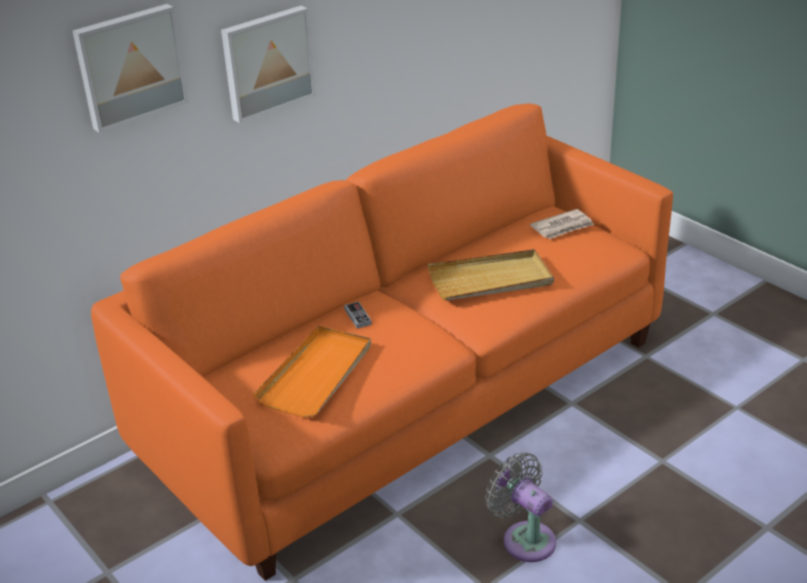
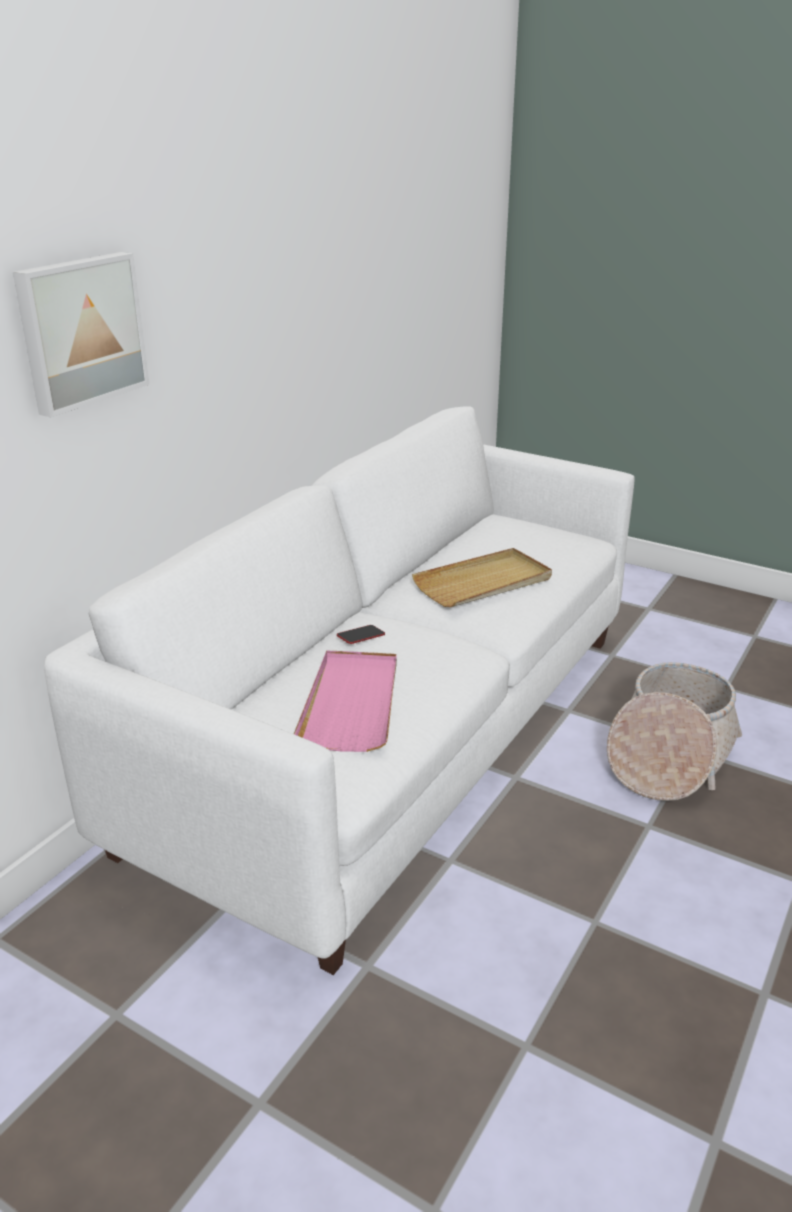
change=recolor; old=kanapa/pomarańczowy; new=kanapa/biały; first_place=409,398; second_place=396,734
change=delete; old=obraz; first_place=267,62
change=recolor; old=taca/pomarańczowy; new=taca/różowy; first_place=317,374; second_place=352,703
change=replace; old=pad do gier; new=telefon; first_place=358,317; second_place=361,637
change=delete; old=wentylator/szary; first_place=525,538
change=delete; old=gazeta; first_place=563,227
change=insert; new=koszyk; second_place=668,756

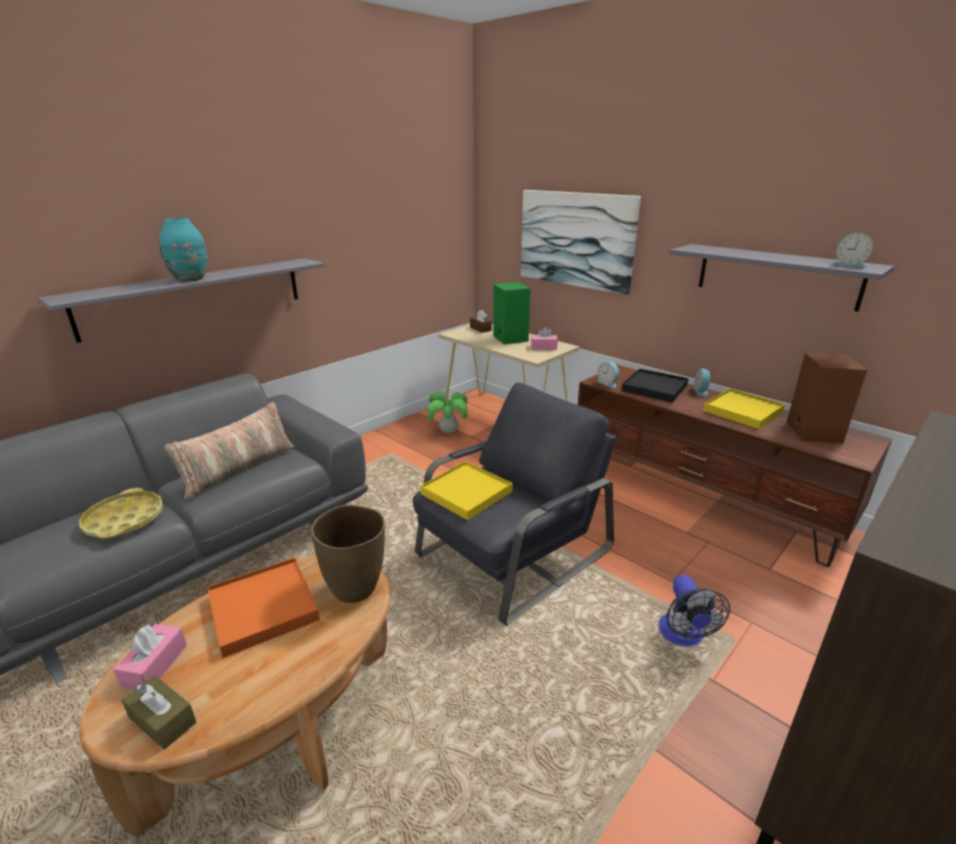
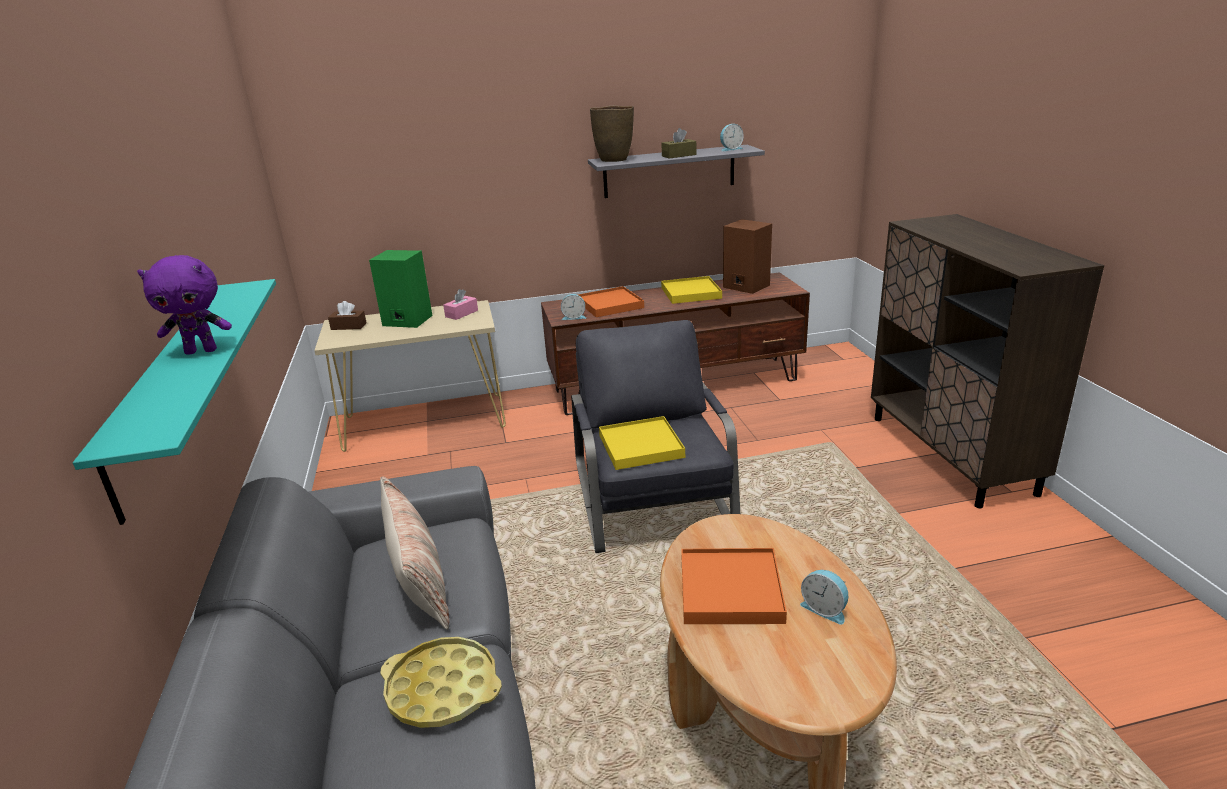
change=recolor; old=półka/szary; new=półka/turkusowy; first_place=195,296; second_place=172,386
change=delete; old=pudełko chusteczek/różowy; first_place=155,665
change=move; old=pudełko chusteczek/brązowy; first_place=162,720; second_place=679,155
change=replace; old=wazon/turkusowy; new=pluszak/fioletowy; first_place=191,279; second_place=202,351
change=move; old=wazon/brązowy; first_place=356,588; second_place=614,160
change=delete; old=roślina doniczkowa; first_place=449,431
change=delete; old=obraz; first_place=576,239
change=recolor; old=taca/czarny; new=taca/pomarańczowy; first_place=654,388; second_place=610,305
change=delete; old=wentylator; first_place=683,637
change=move; old=budzik; first_place=701,391; second_place=825,609

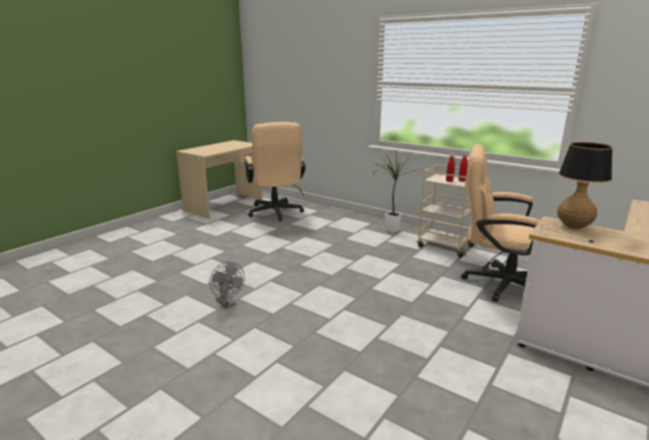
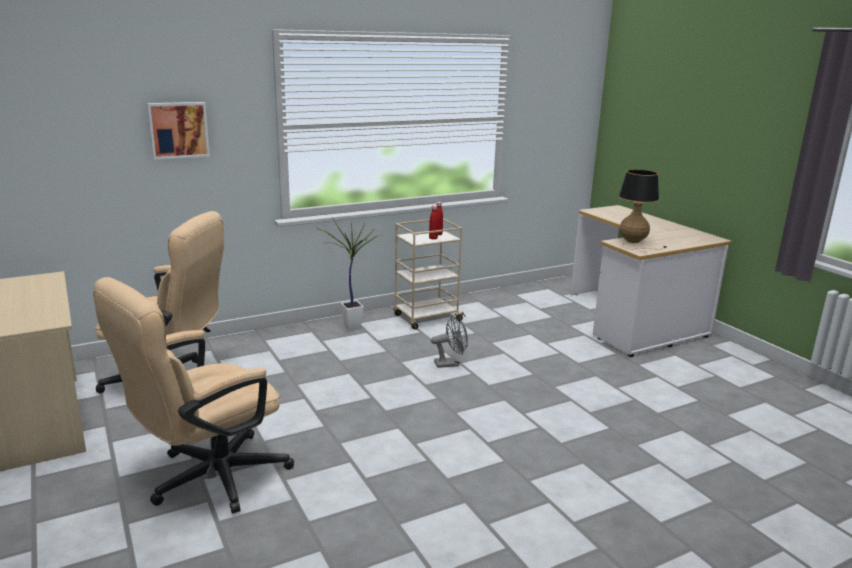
change=move; old=wentylator/szary; first_place=228,303; second_place=450,364
change=move; old=krzesło biurowe/beżowy; first_place=497,283; second_place=207,480
change=insert; new=obraz; second_place=178,130

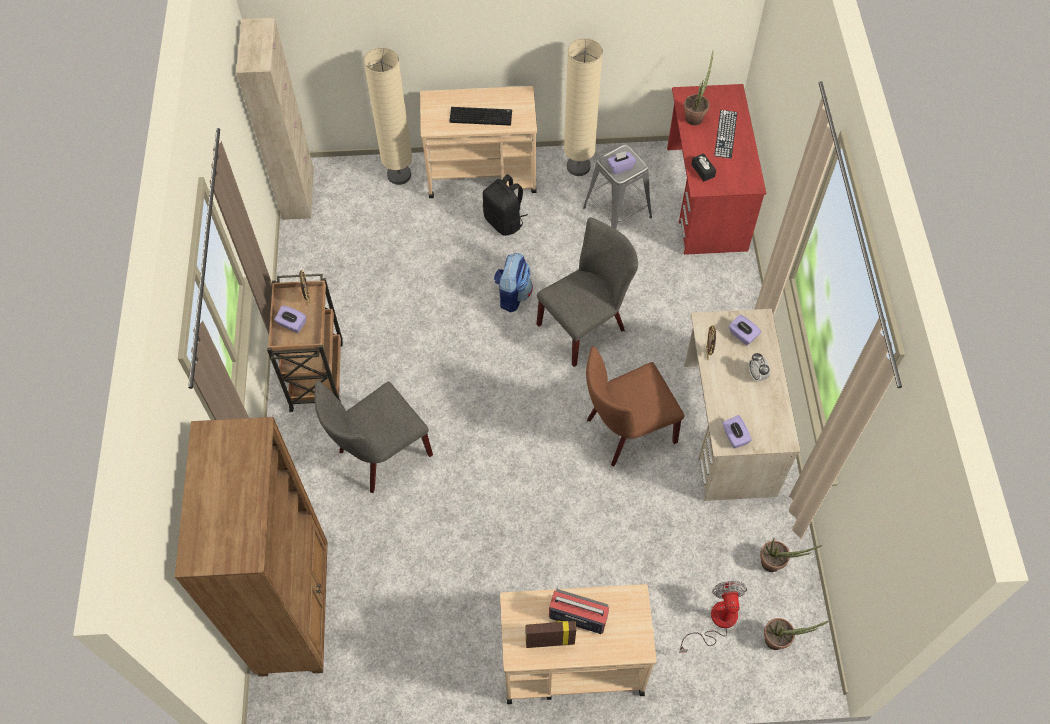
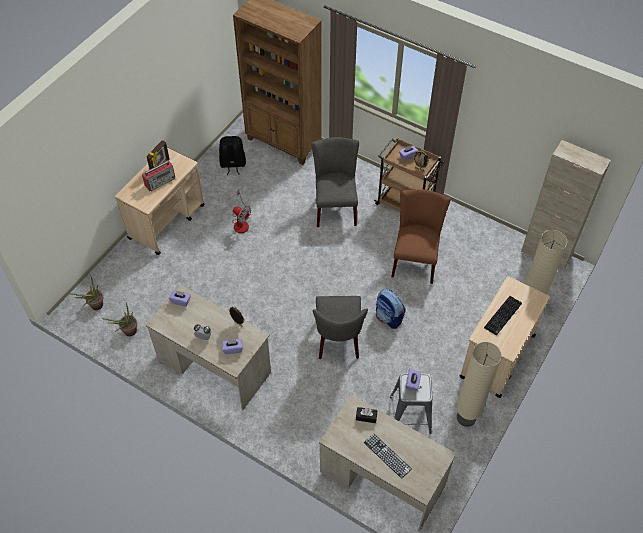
change=move; old=plecak/czarny; first_place=504,221; second_place=232,165
change=move; old=krzesło/brązowy; first_place=625,431; second_place=415,259
change=recolor; old=biurko/czerwony; new=biurko/beżowy; first_place=705,199; second_place=381,478
change=move; old=wentylator; first_place=716,621; second_place=241,222
change=delete; old=roślina doniczkowa; first_place=695,116

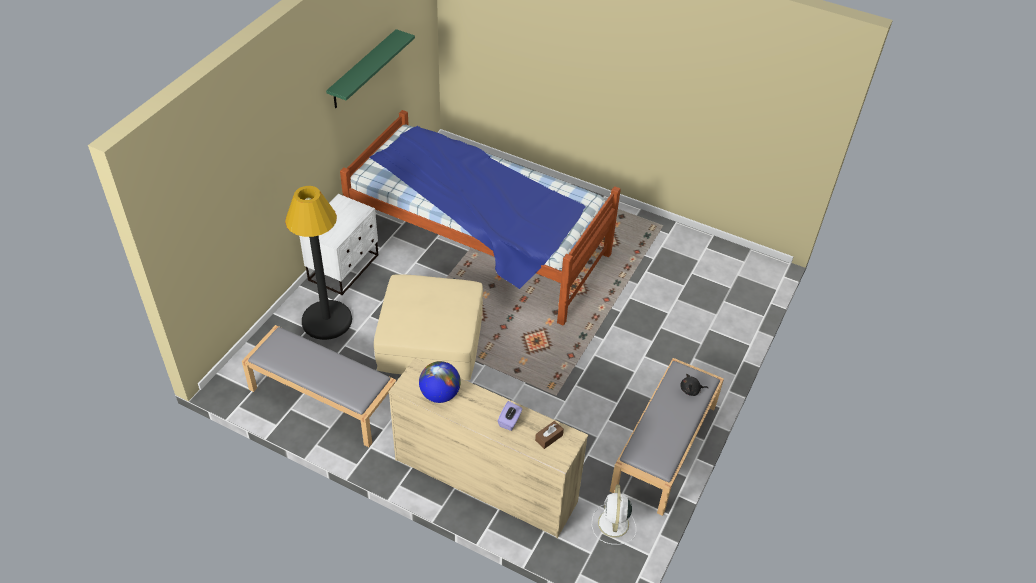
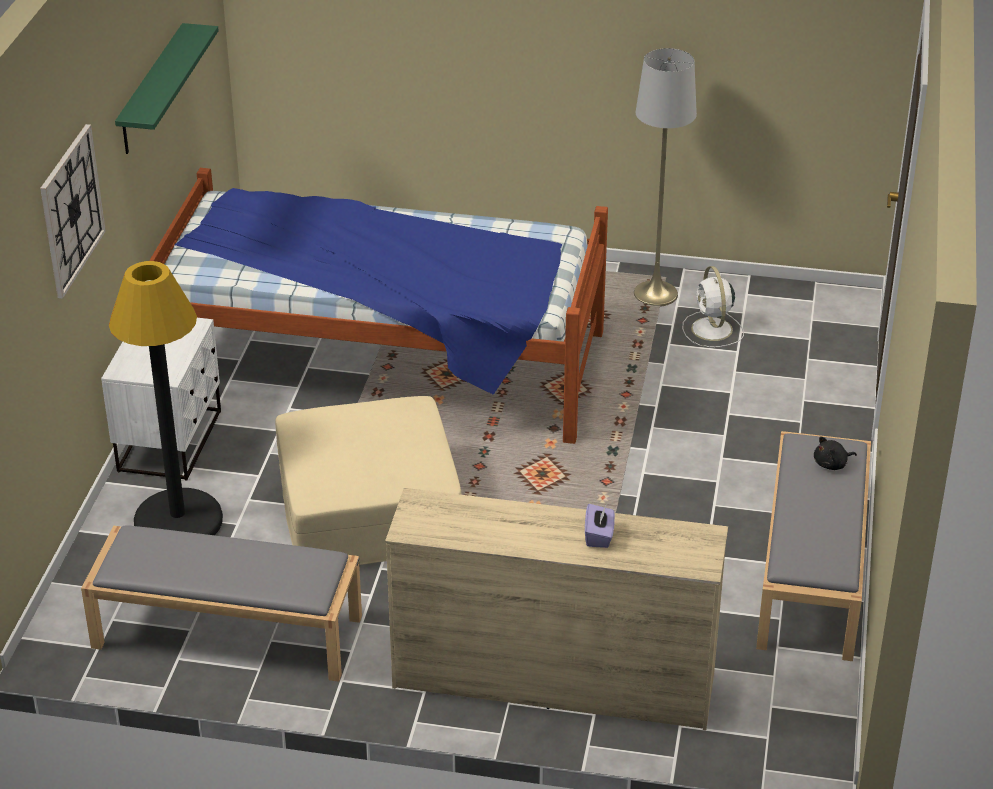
change=delete; old=globus; first_place=440,394
change=delete; old=pudełko chusteczek/brązowy; first_place=549,438
change=move; old=wentylator/biały; first_place=613,525; second_place=712,330
change=insert; new=zegar ścienny; second_place=71,210
change=insert; new=lampa stojąca/szary; second_place=655,294

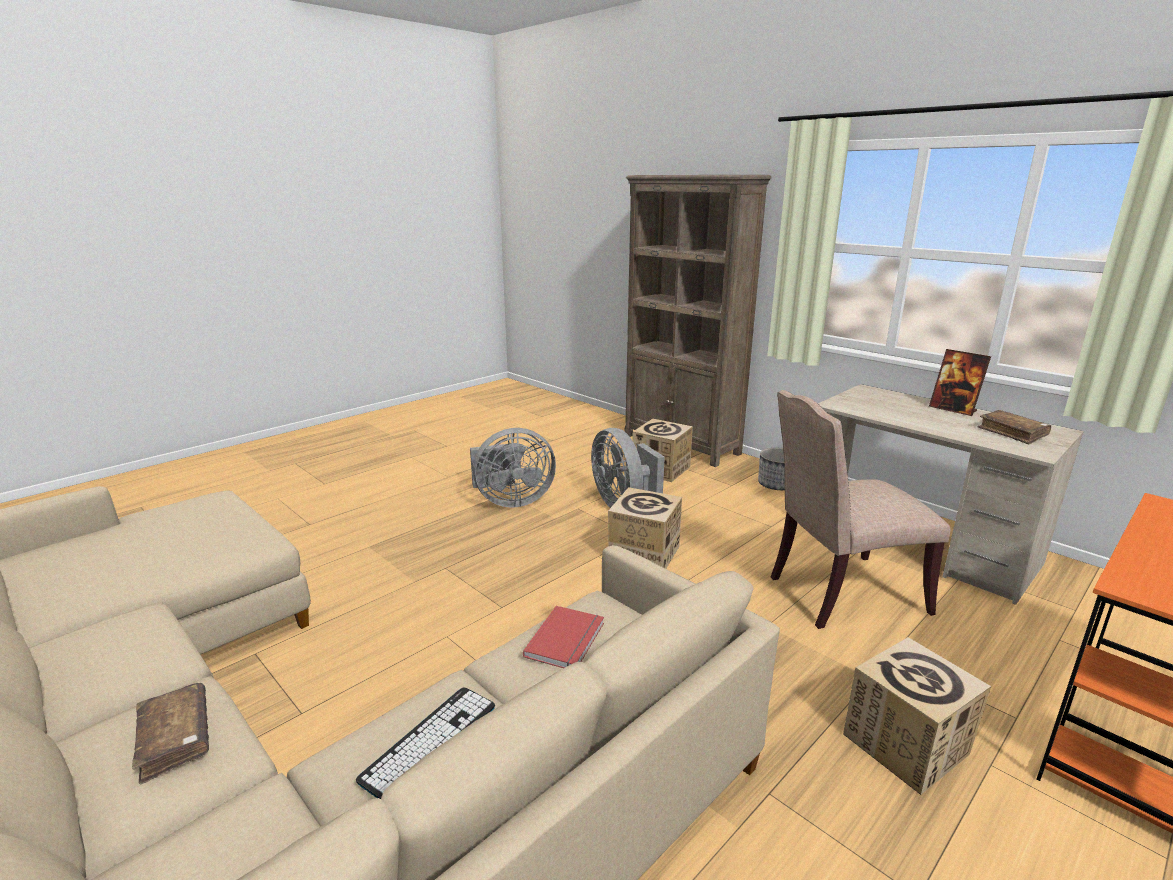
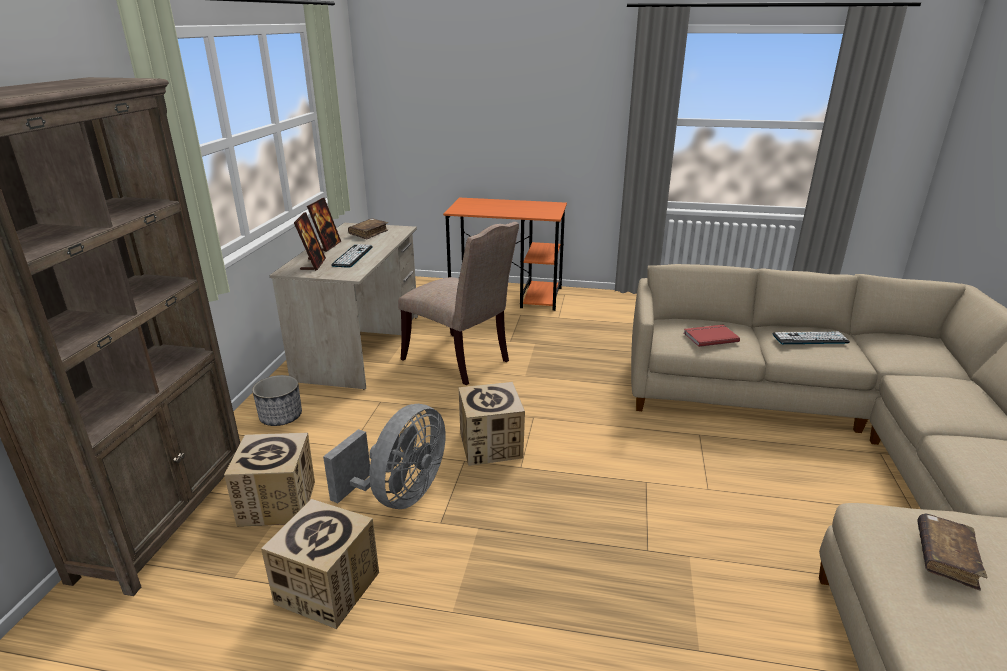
change=move; old=książka/brązowy; first_place=175,739; second_place=945,557
change=delete; old=wentylator/szary; first_place=511,501
change=move; old=karton; first_place=906,744; second_place=327,588
change=insert; new=ramka na zdjęcie; second_place=313,264
change=insert; new=klawiatura; second_place=352,256

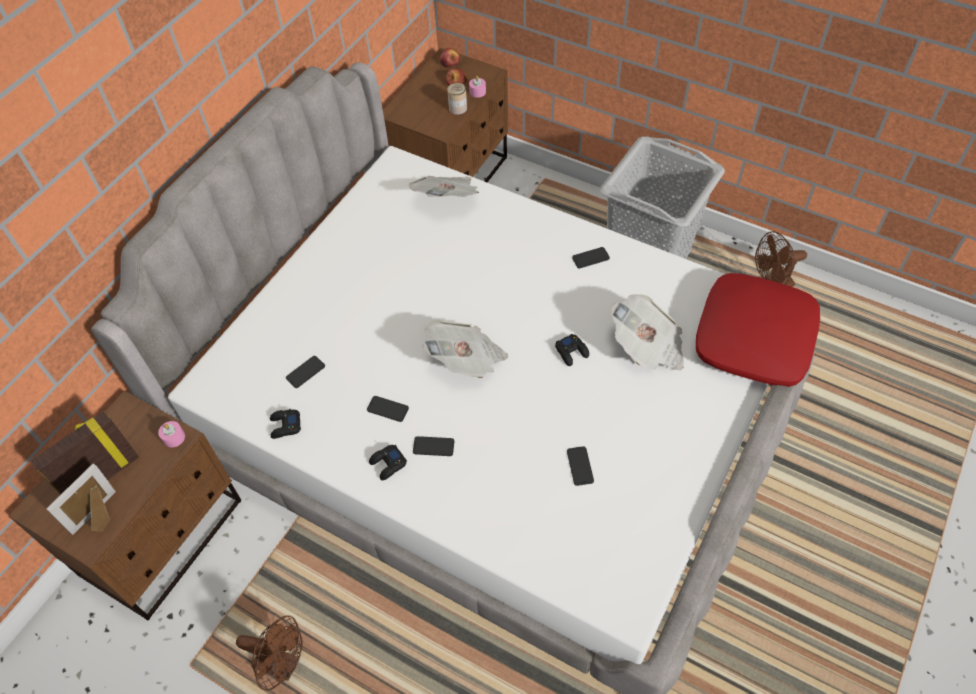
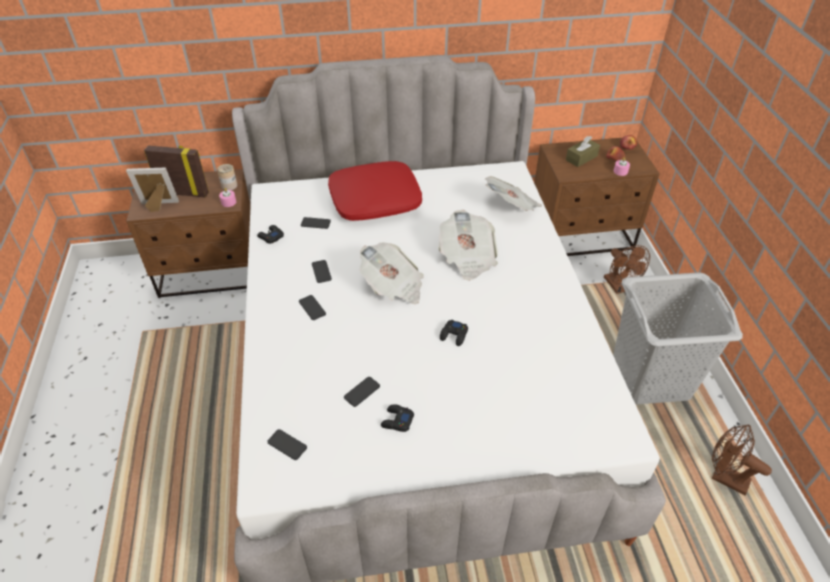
change=move; old=wentylator/brązowy; first_place=282,664; second_place=619,287
change=move; old=pad do gier/czarny; first_place=388,464; second_place=397,421
change=move; old=puszka; first_place=458,108; second_place=229,185
change=move; old=telefon; first_place=590,258; second_place=287,445
change=move; old=gazeta; first_place=647,347; second_place=467,258
change=move; old=poduszka/czerwony; first_place=753,338; second_place=375,200
change=insert; new=pudełko chusteczek/brązowy; second_place=581,158

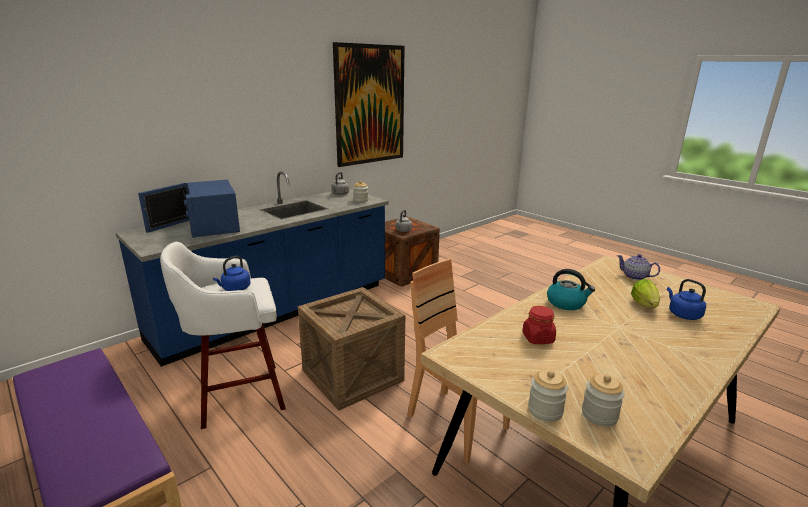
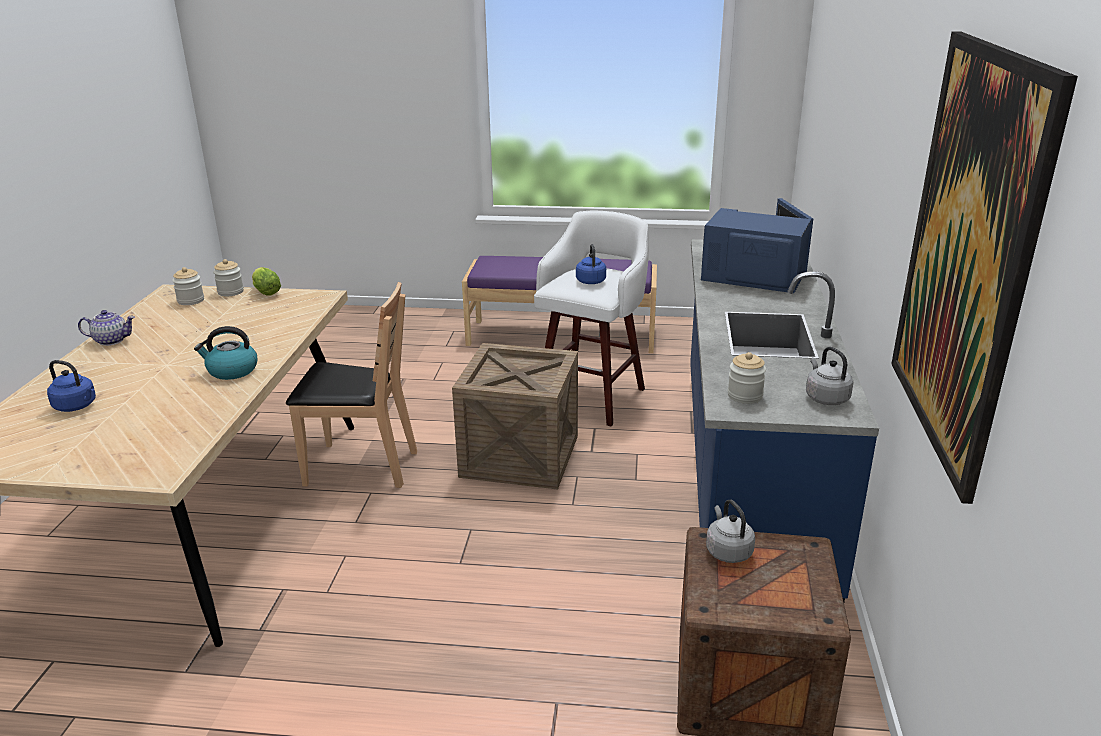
change=delete; old=słoik/czerwony; first_place=537,338
change=move; old=imbryk; first_place=635,277; second_place=111,340
change=move; old=sałata; first_place=645,306; second_place=265,292

